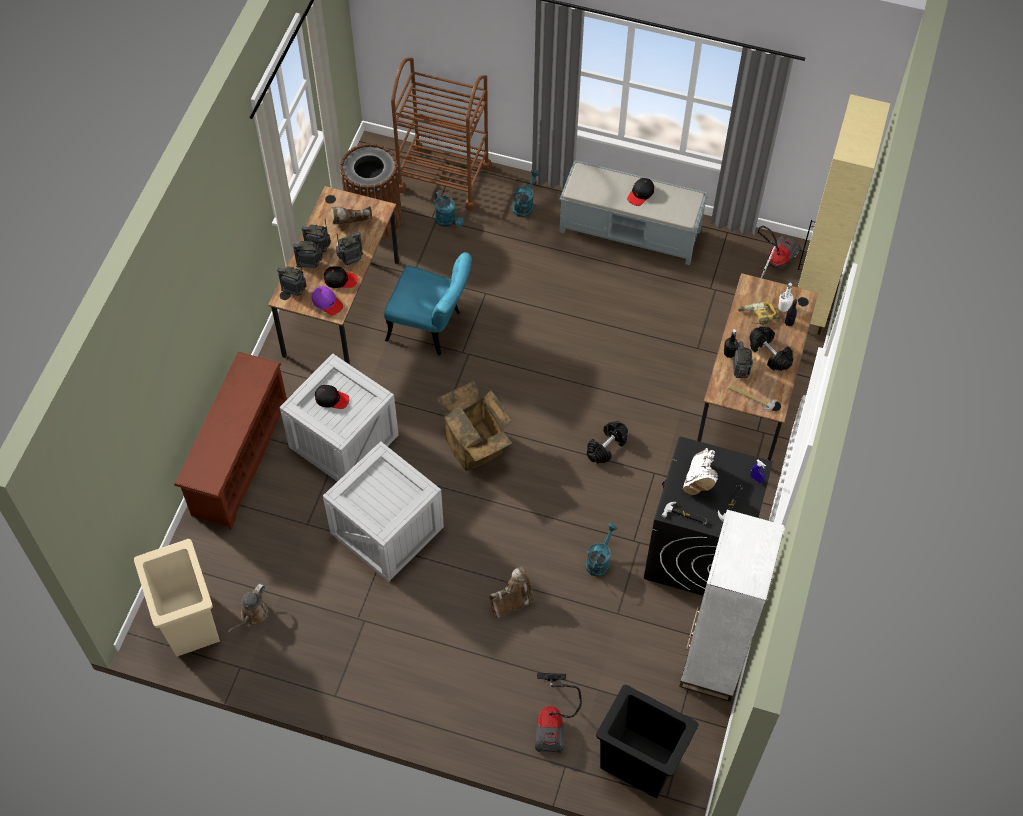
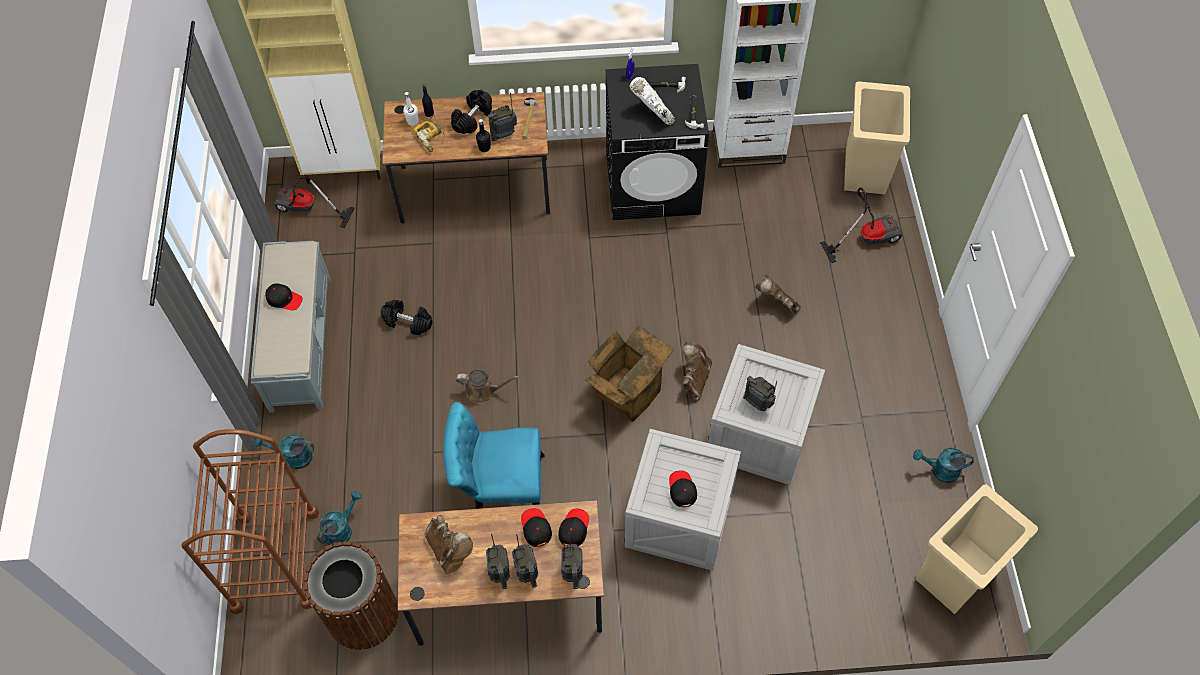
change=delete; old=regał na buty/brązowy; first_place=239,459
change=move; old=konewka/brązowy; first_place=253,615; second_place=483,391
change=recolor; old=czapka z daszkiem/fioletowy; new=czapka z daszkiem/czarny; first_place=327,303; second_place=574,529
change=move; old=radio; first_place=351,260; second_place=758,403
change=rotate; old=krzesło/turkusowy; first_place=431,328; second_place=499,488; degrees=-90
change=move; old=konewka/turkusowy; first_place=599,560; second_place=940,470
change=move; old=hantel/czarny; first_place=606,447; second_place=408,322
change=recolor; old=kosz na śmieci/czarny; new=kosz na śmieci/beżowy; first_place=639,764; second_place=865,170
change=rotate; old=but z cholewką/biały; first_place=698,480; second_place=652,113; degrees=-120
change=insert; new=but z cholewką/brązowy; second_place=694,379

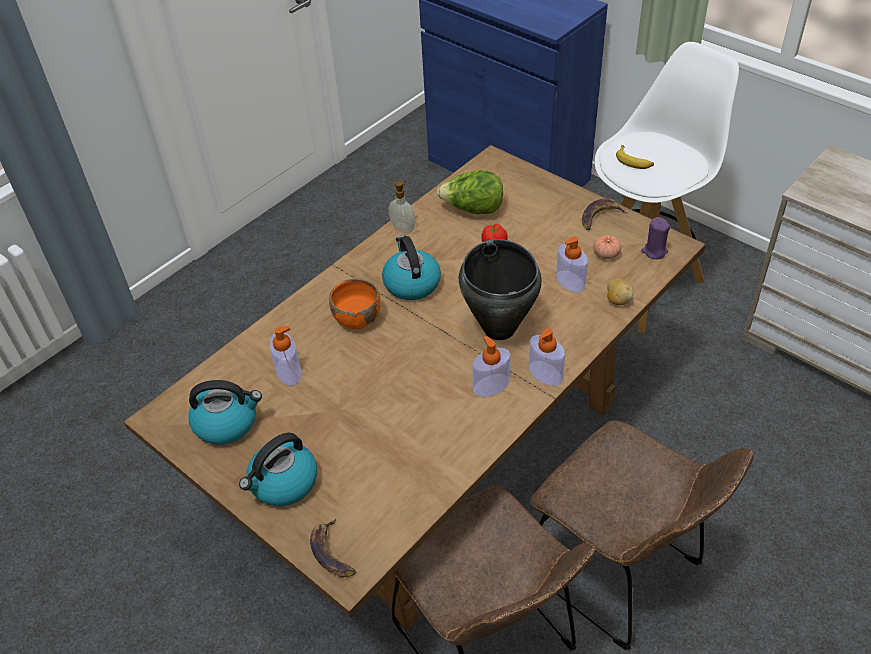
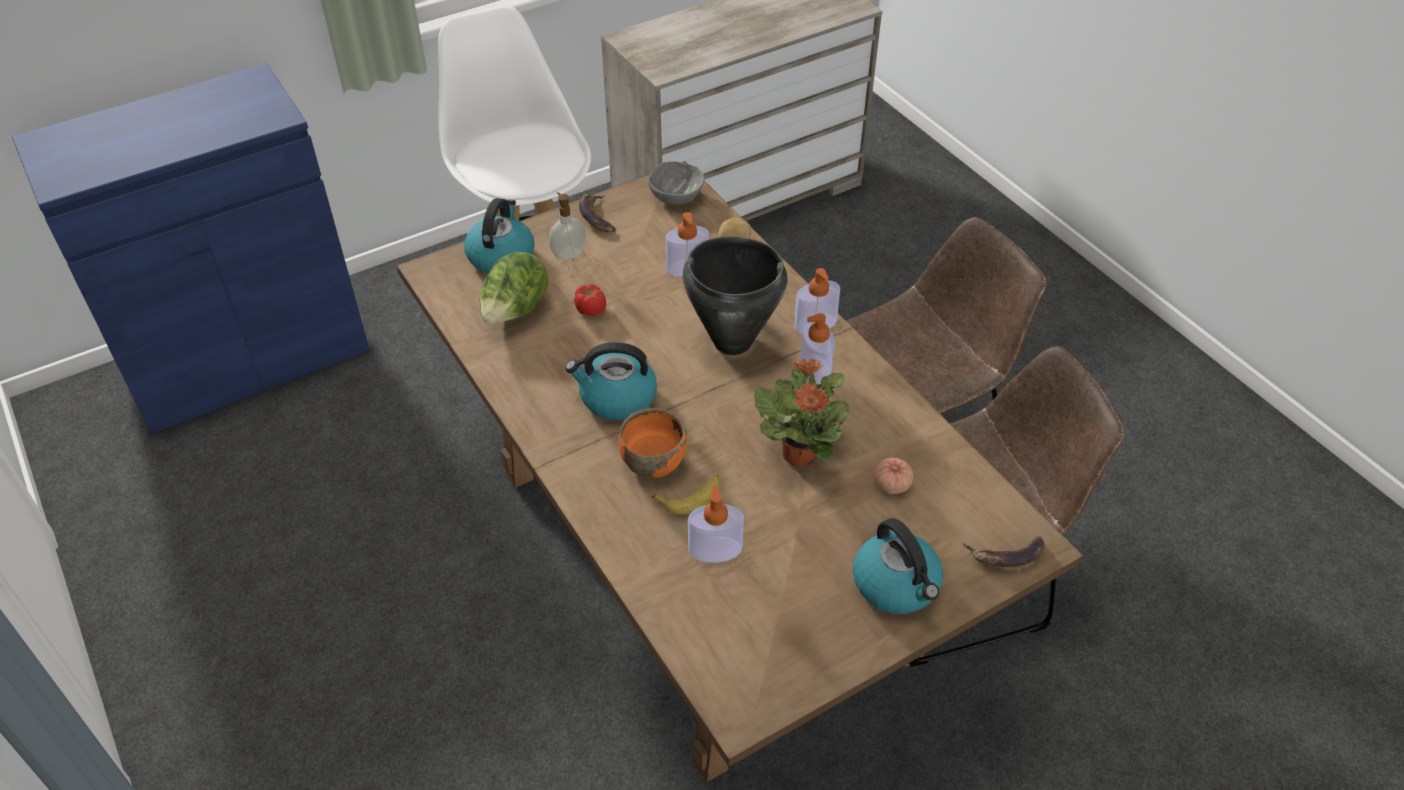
change=move; old=czajnik; first_place=227,423; second_place=501,256
change=move; old=dozownik mydła; first_place=403,228; second_place=568,254
change=move; old=pomidor; first_place=606,254; second_place=892,484
change=move; old=banan; first_place=634,161; second_place=691,497
change=replace; old=świeca/fioletowy; new=miska/szary; first_place=654,251; second_place=676,196
change=insert; new=roślina doniczkowa; second_place=800,453

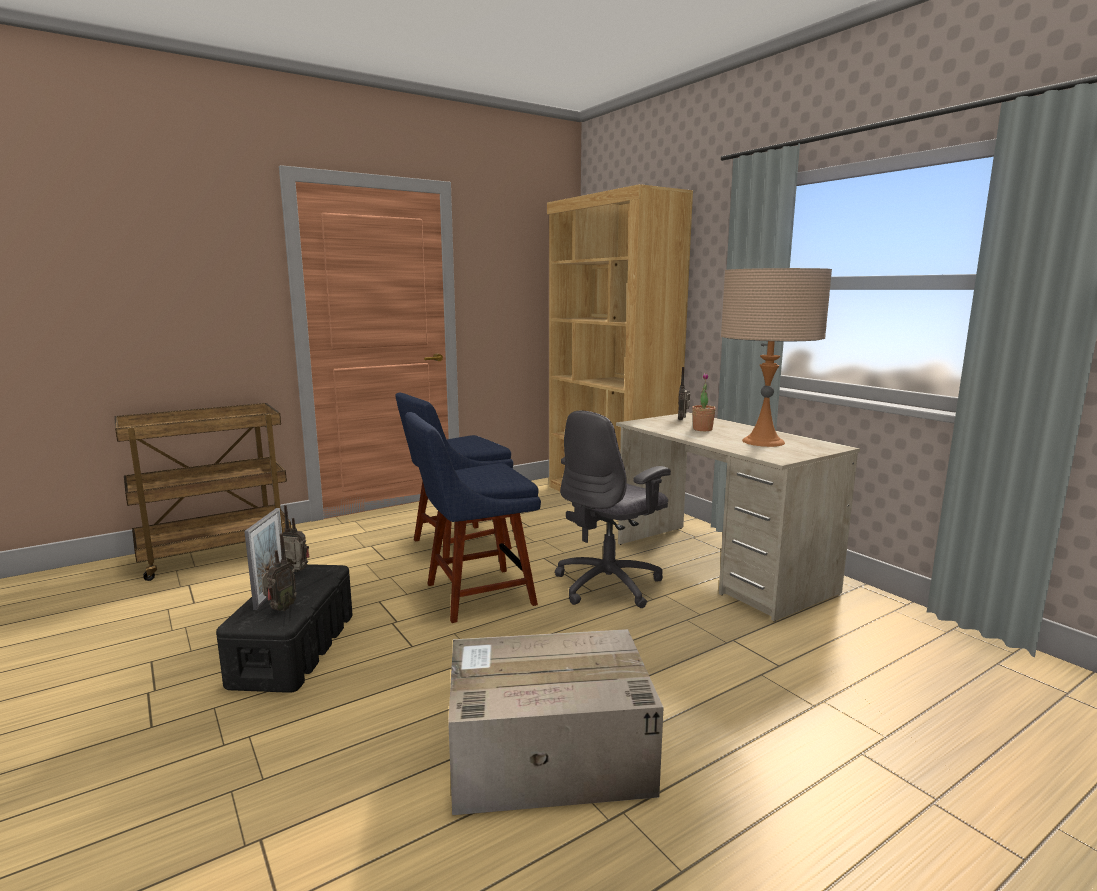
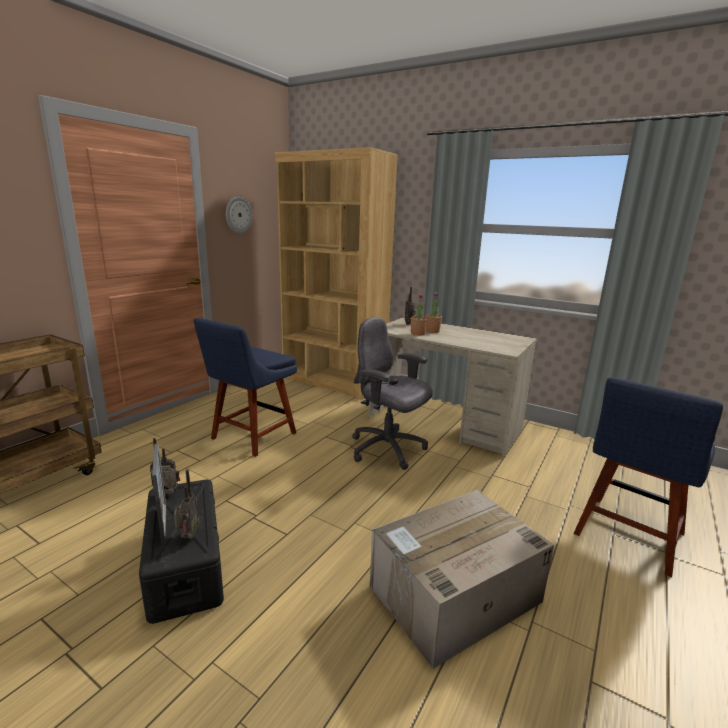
change=move; old=krzesło/niebieski; first_place=474,595; second_place=627,536
change=rotate; old=krzesło biurowe/szary; first_place=609,585; second_place=388,450; degrees=105
change=delete; old=lampa stołowa/beżowy; first_place=763,441
change=insert; new=zegar ścienny; second_place=238,215
change=insert; new=roślina doniczkowa; second_place=417,334

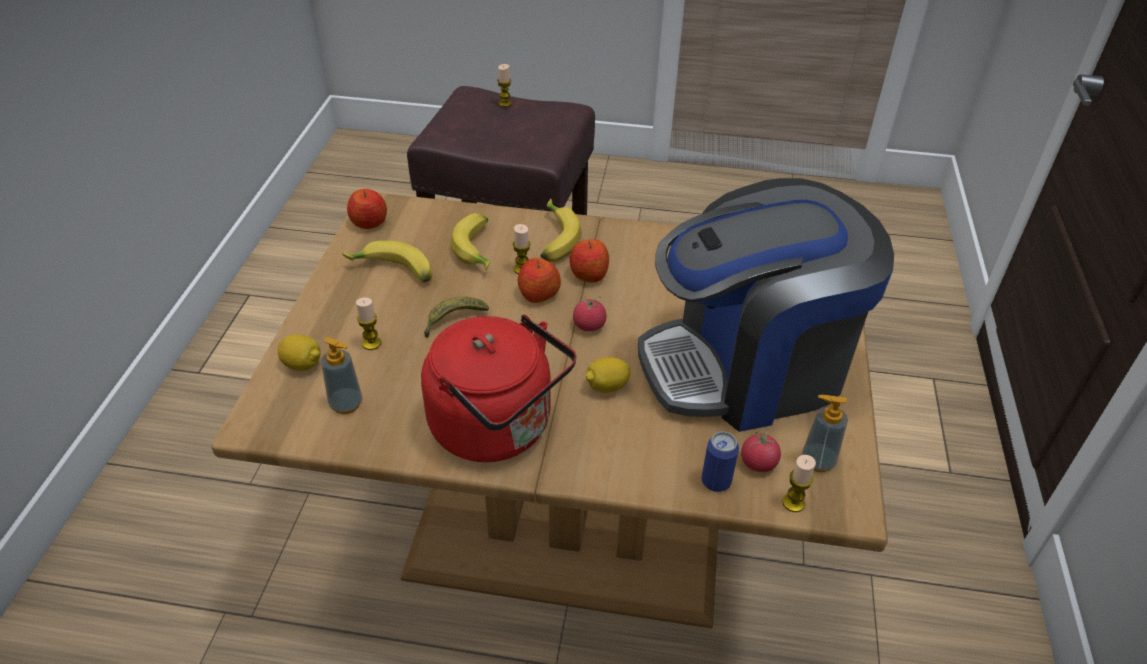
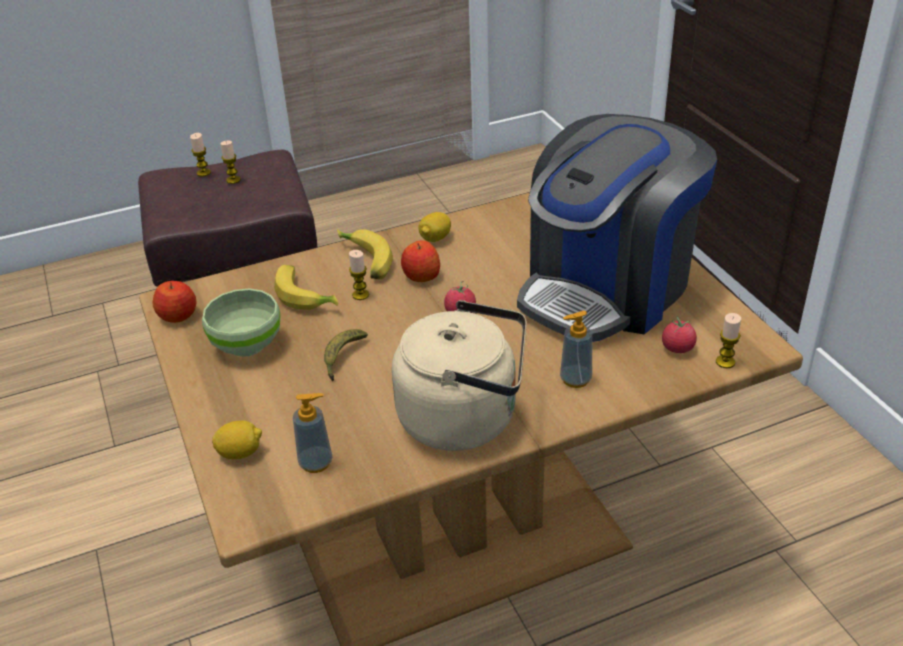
change=replace; old=banan; new=miska/zielony; first_place=392,272; second_place=245,345
change=move; old=świeca; first_place=371,343; second_place=233,180
change=recolor; old=czajnik/czerwony; new=czajnik/beżowy; first_place=498,428; second_place=465,418
change=delete; old=jabłko; first_place=538,294
change=move; old=cytryna; first_place=607,387; second_place=435,238
change=delete; old=puszka; first_place=716,482
change=move; old=dozownik mydła; first_place=818,461; second_place=575,379

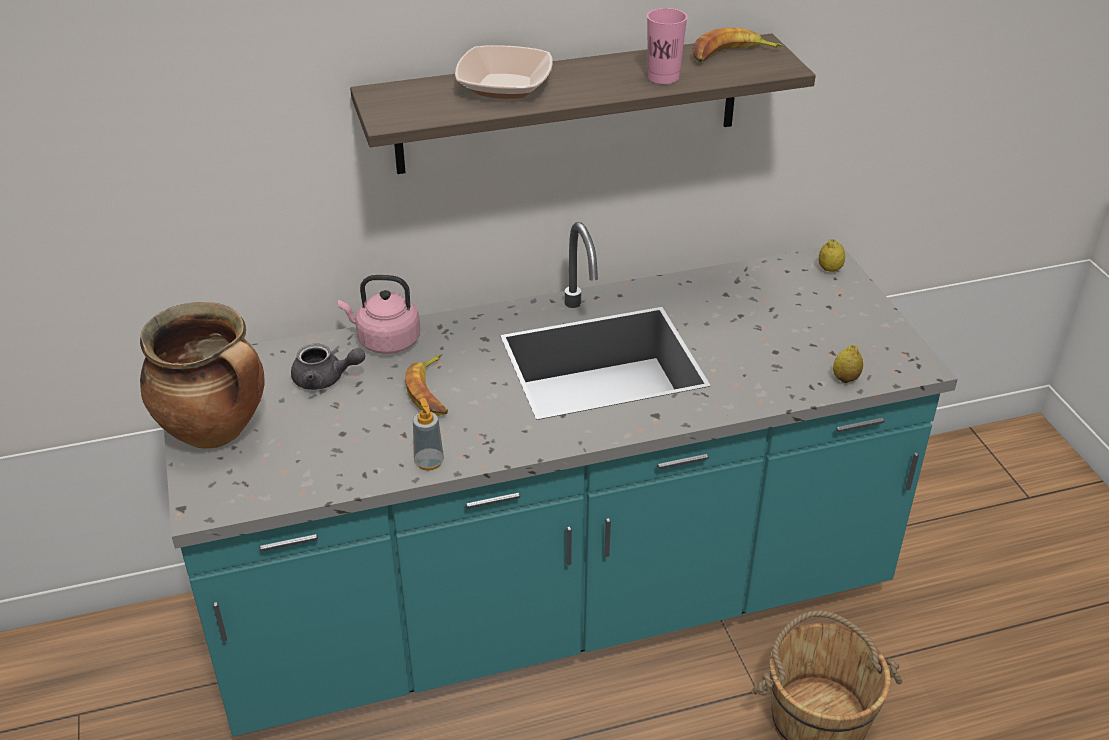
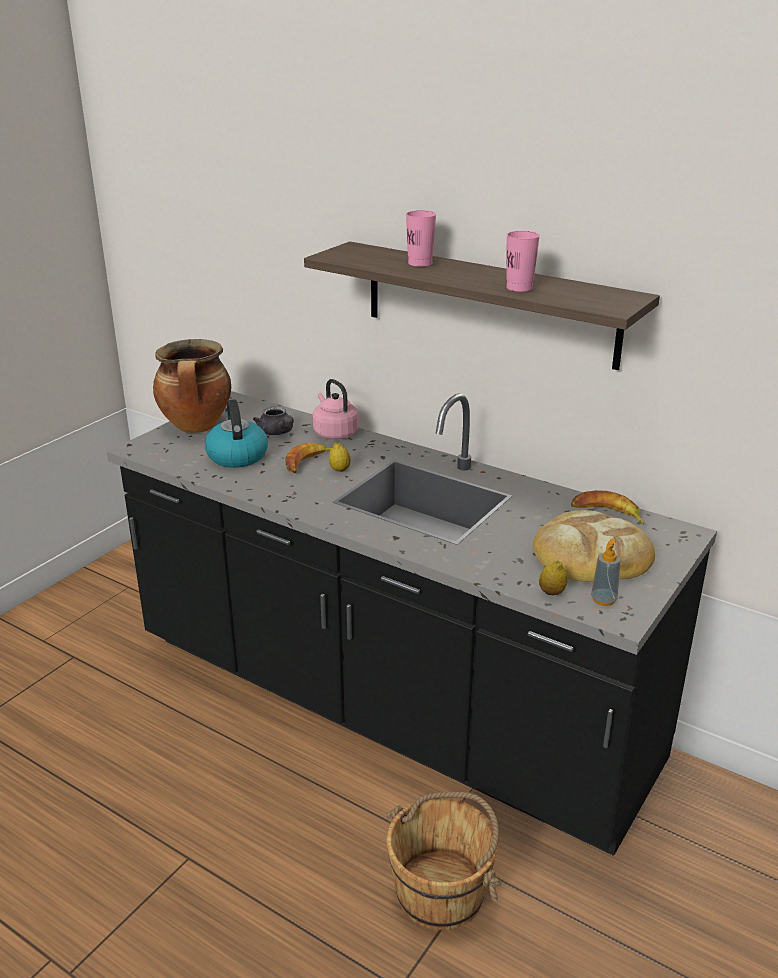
change=recolor; old=zabudowa kuchenna/turkusowy; new=zabudowa kuchenna/czarny; first_place=554,604; second_place=389,703
change=move; old=dozownik mydła; first_place=429,462; second_place=603,600
change=replace; old=miska; new=filiżanka/różowy; first_place=504,86; second_place=420,263
change=move; old=banan; first_place=732,55; second_place=607,514
change=move; old=cytryna; first_place=829,269; second_place=340,470
change=insert; new=czajnik; second_place=237,456
change=insert; new=chleb; second_place=591,554

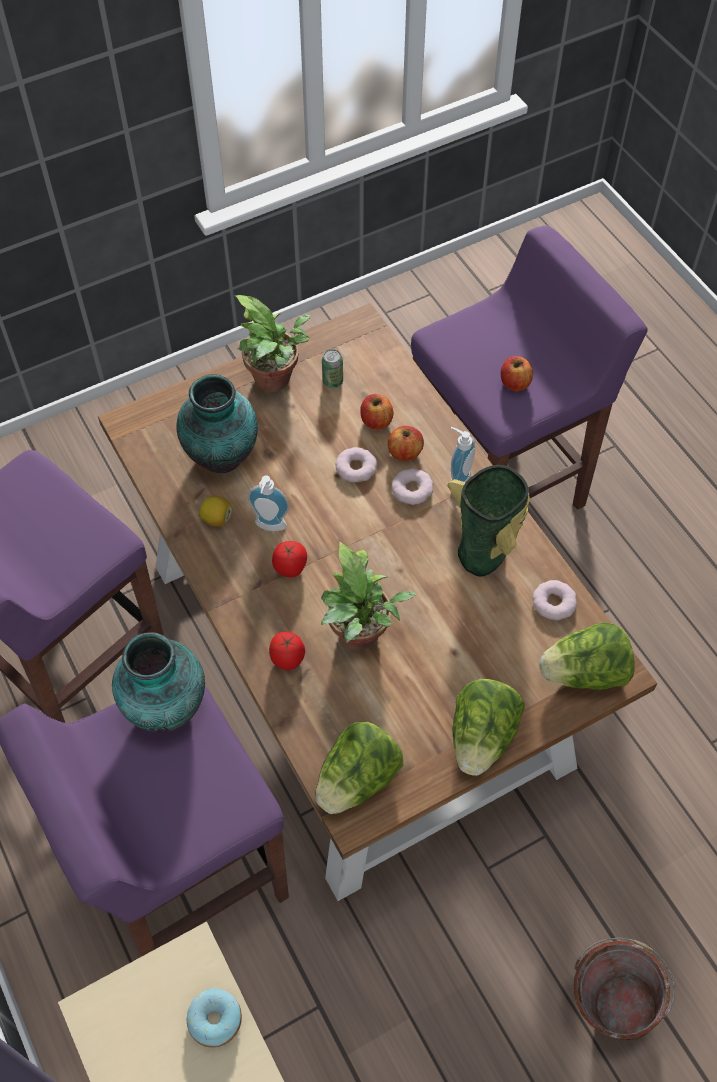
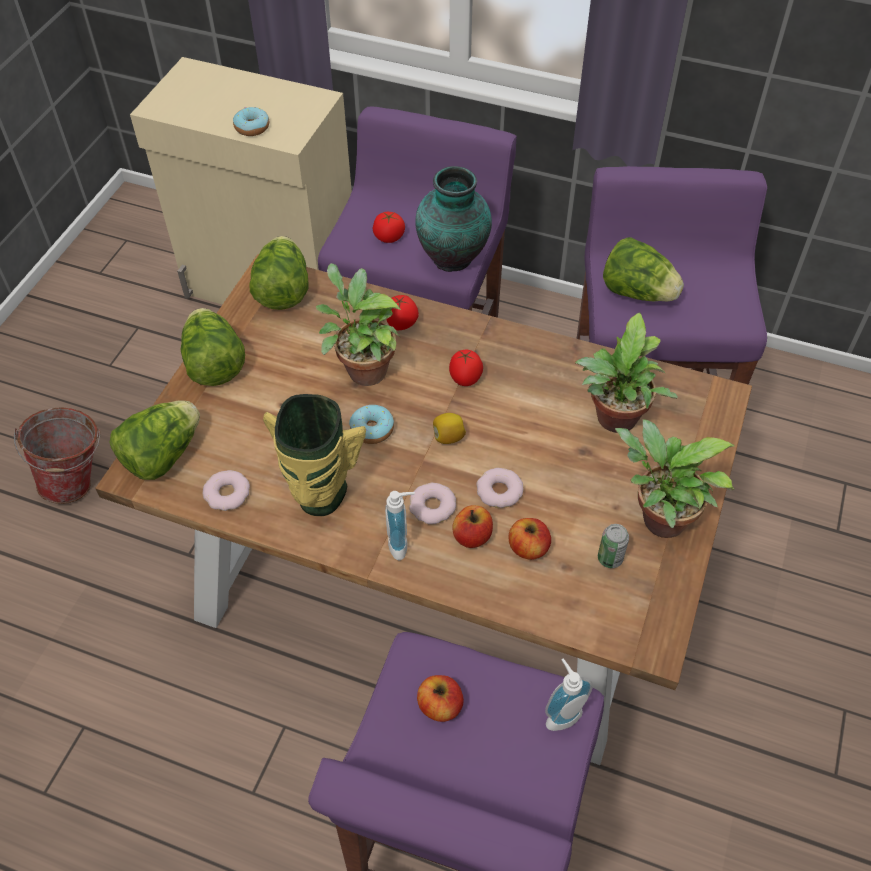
change=replace; old=wazon; new=roślina doniczkowa; first_place=223,457; second_place=615,422
change=move; old=cytryna; first_place=217,519; second_place=448,437
change=move; old=dozownik mydła; first_place=269,527; second_place=561,714
change=insert; new=donut; second_place=372,429
change=insert; new=pomidor; second_place=389,237
change=insert; new=sałata; second_place=637,292

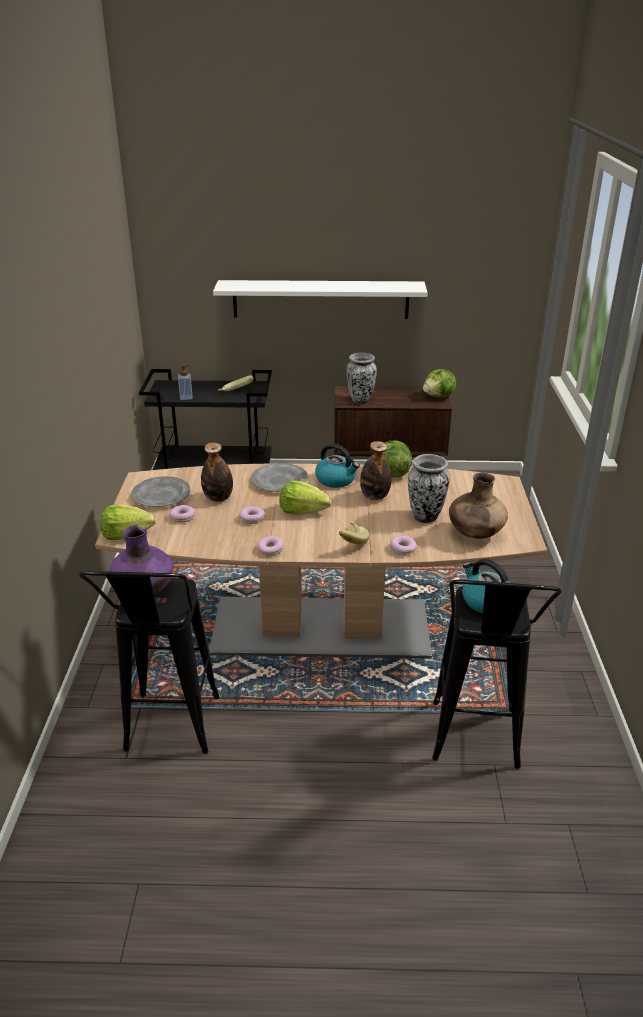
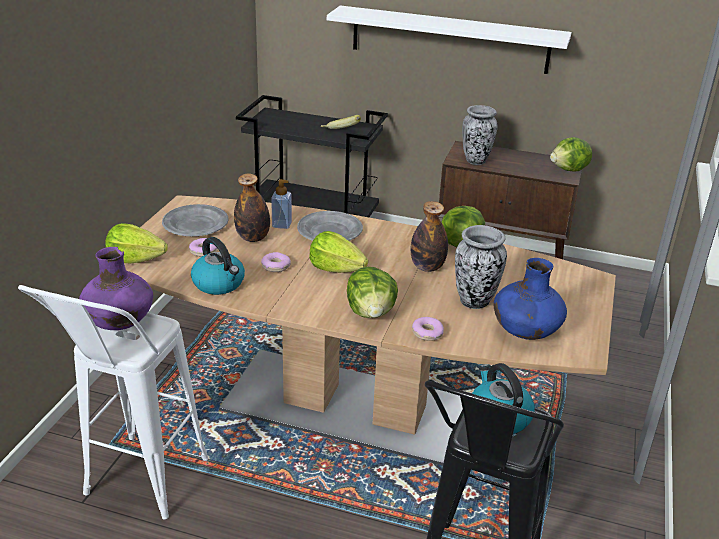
change=recolor; old=stołek/czarny; new=stołek/biały; first_place=169,736; second_place=137,489
change=move; old=dozownik mydła; first_place=186,397; second_place=281,224
change=delete; old=donut; first_place=270,549
change=move; old=czajnik; first_place=336,480; second_place=219,284
change=replace; old=banan; new=sałata; first_place=350,541; second_place=371,313
change=recolor; old=wazon/brązowy; new=wazon/niebieski; first_place=475,534; second_place=525,332

